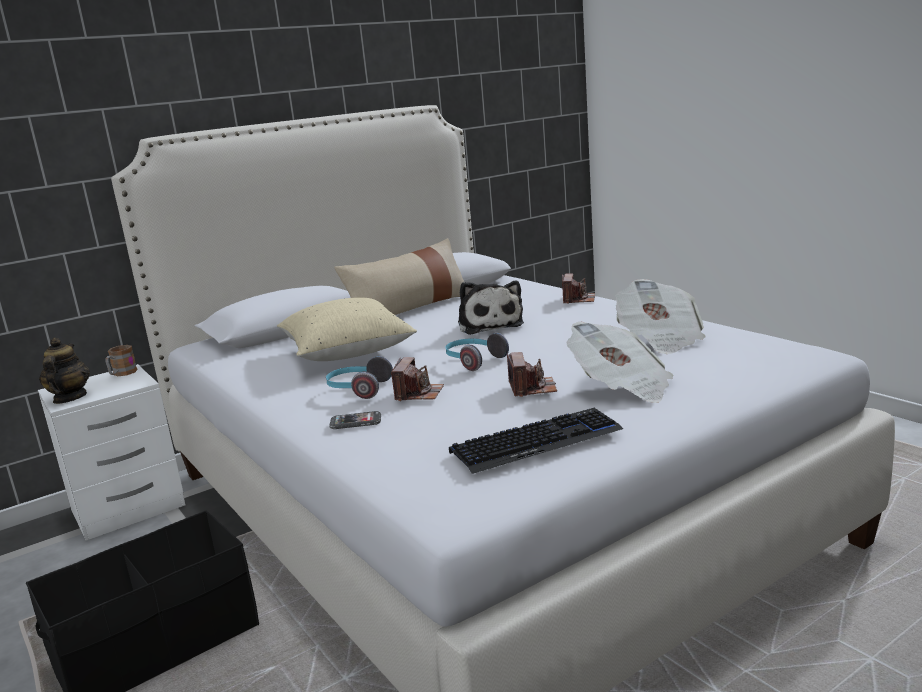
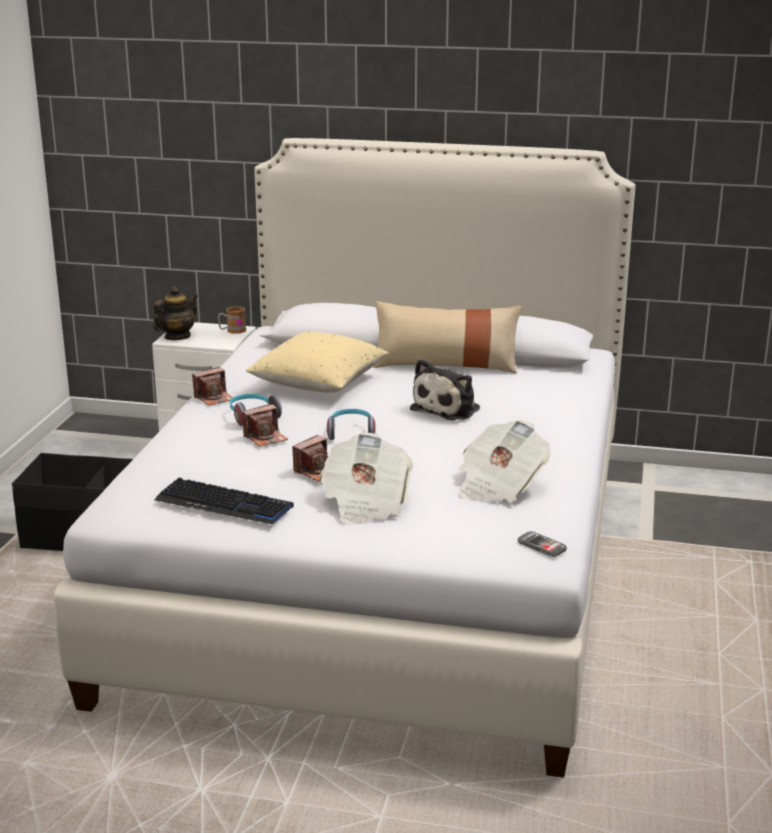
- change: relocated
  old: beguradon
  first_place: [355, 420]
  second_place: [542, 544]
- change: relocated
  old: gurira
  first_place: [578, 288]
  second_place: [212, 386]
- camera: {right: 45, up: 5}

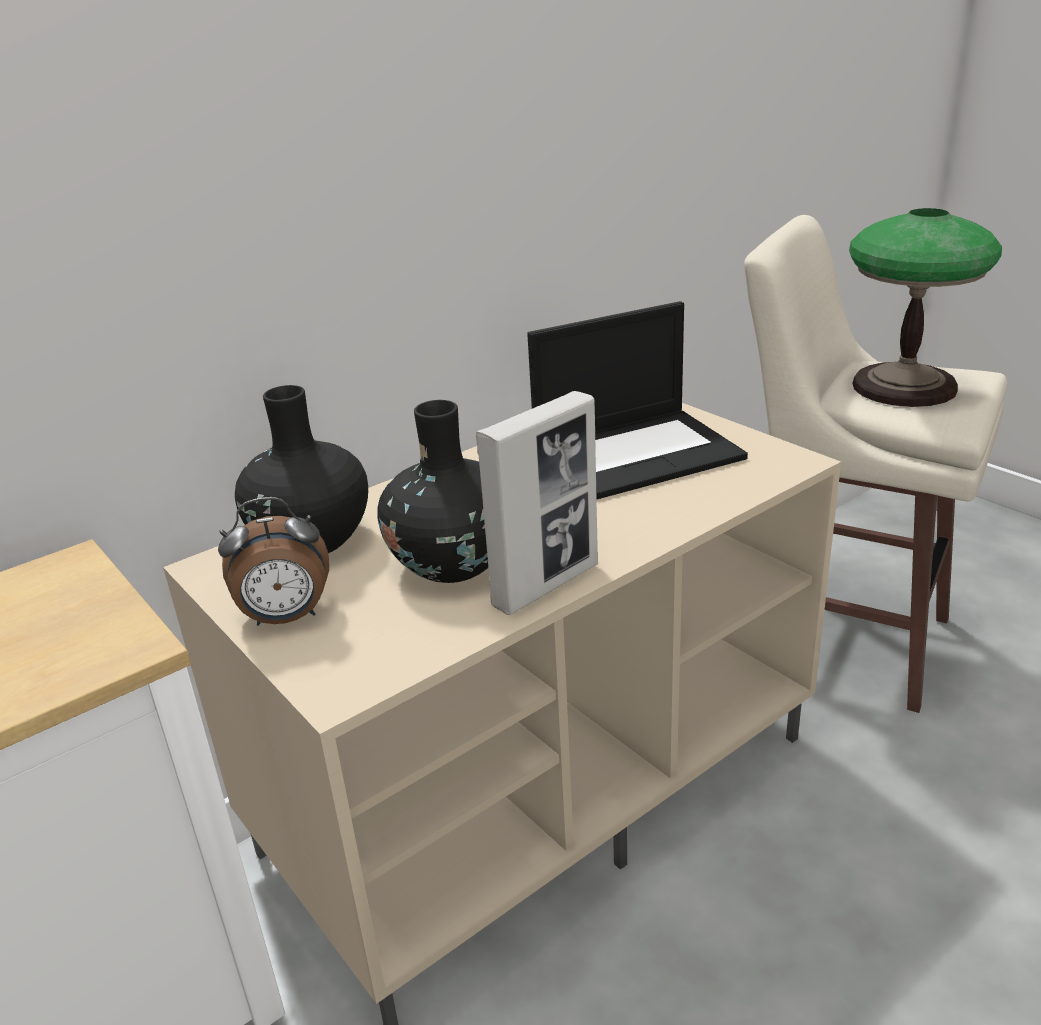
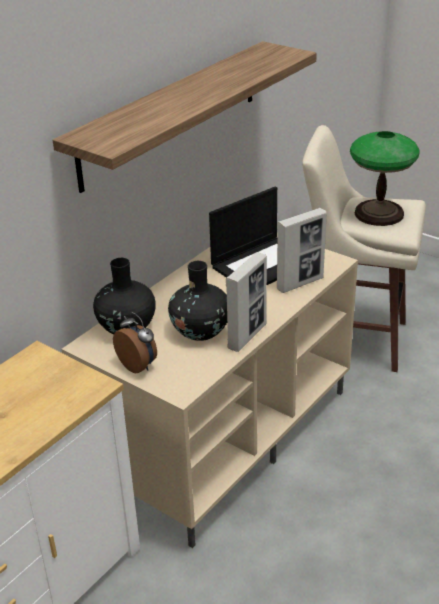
- change: spun
  old: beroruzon
  first_place: [273, 561]
  second_place: [135, 342]
  degrees: -105
- change: appeared
  new: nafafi
  second_place: [185, 117]
- change: appeared
  new: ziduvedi
  second_place: [302, 250]
- camera: {right: -15, up: 5}

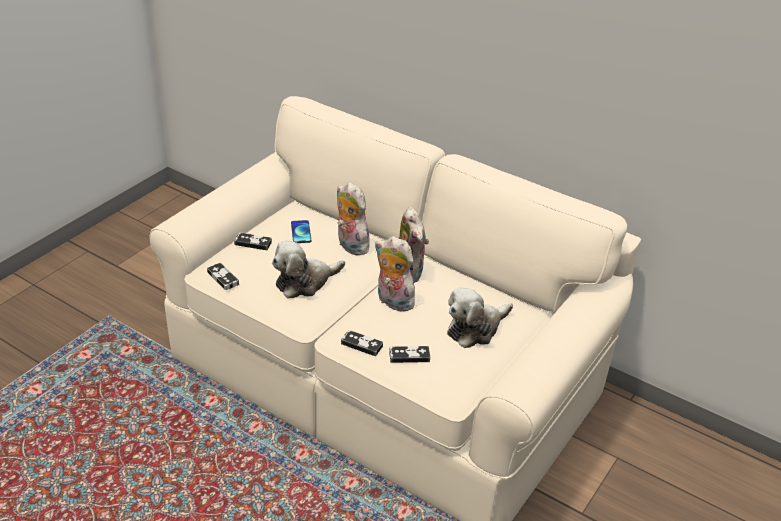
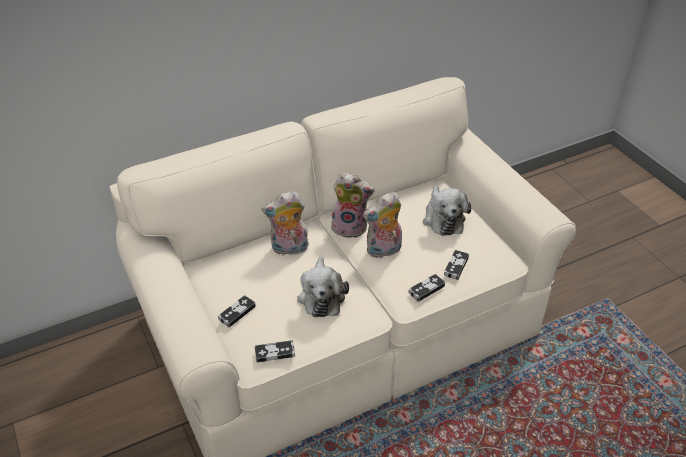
- change: missing
  old: beguradon
  first_place: [301, 231]
- camera: {right: -60, up: 5}

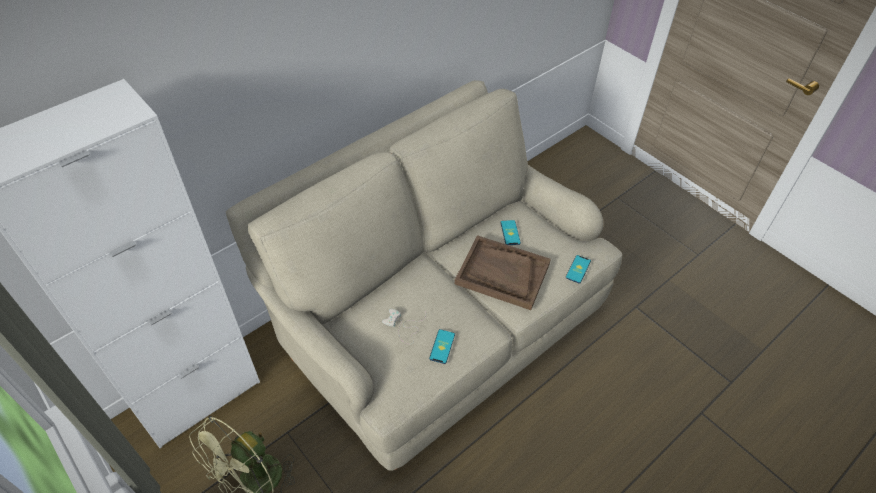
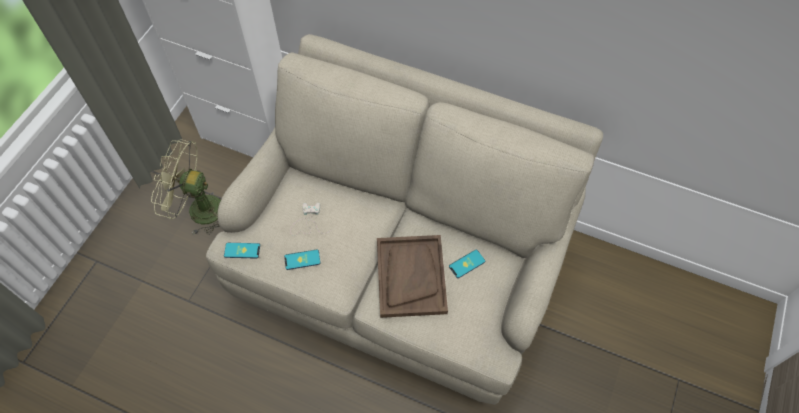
- change: relocated
  old: beguradon
  first_place: [578, 269]
  second_place: [242, 251]
- camera: {right: 65, up: 10}

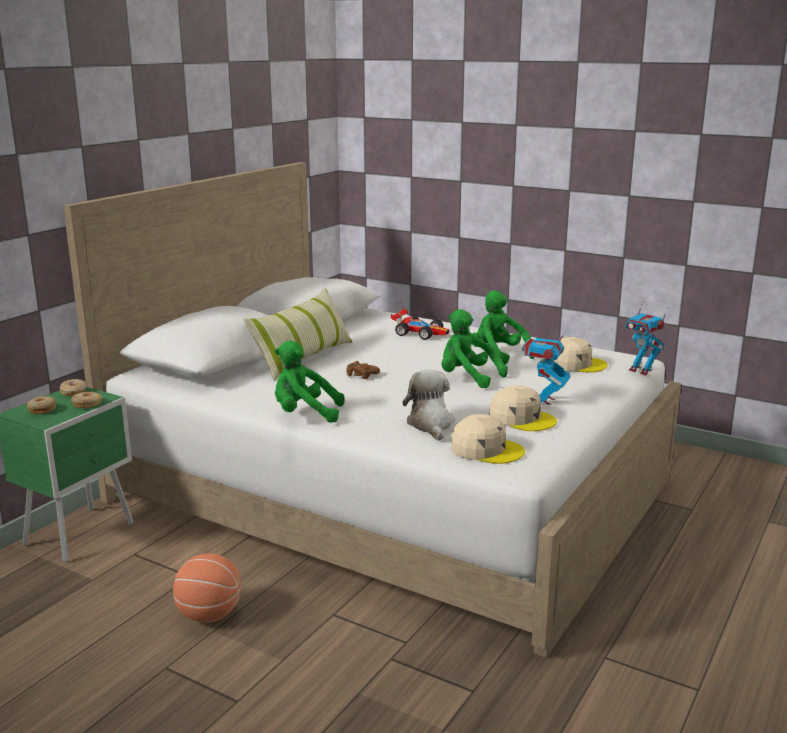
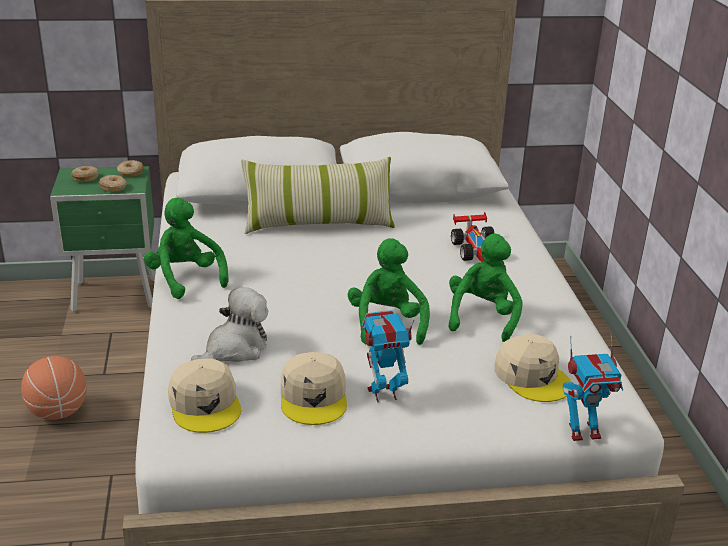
- change: missing
  old: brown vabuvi
  first_place: [363, 370]
- change: spun
  old: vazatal
  first_place: [646, 337]
  second_place: [593, 387]
  degrees: -105
- camera: {right: 50, up: 10}

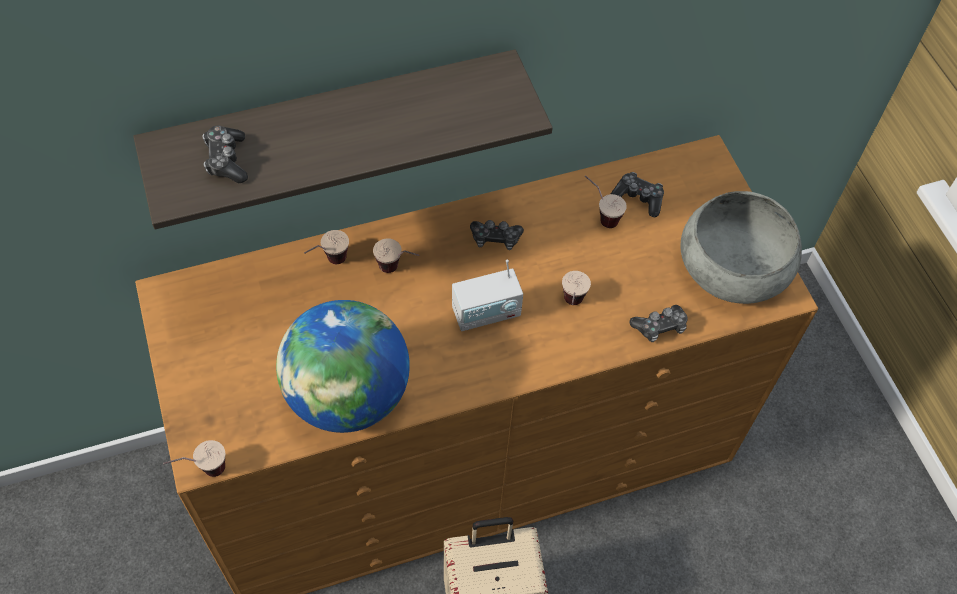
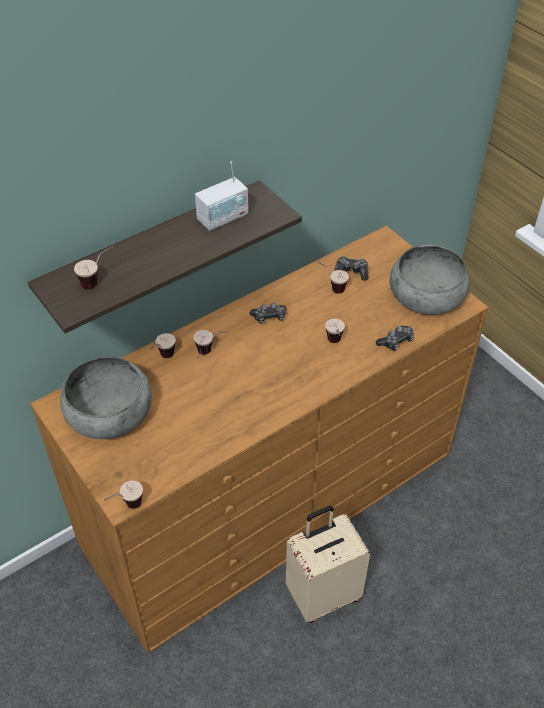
- change: exchanged
  old: vabuvi
  new: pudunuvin
  first_place: [225, 154]
  second_place: [93, 267]
- change: missing
  old: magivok
  first_place: [343, 366]
- change: relocated
  old: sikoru
  first_place: [487, 295]
  second_place: [222, 196]
- change: appeared
  new: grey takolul
  second_place: [106, 398]
- camera: {right: -15, up: -10}

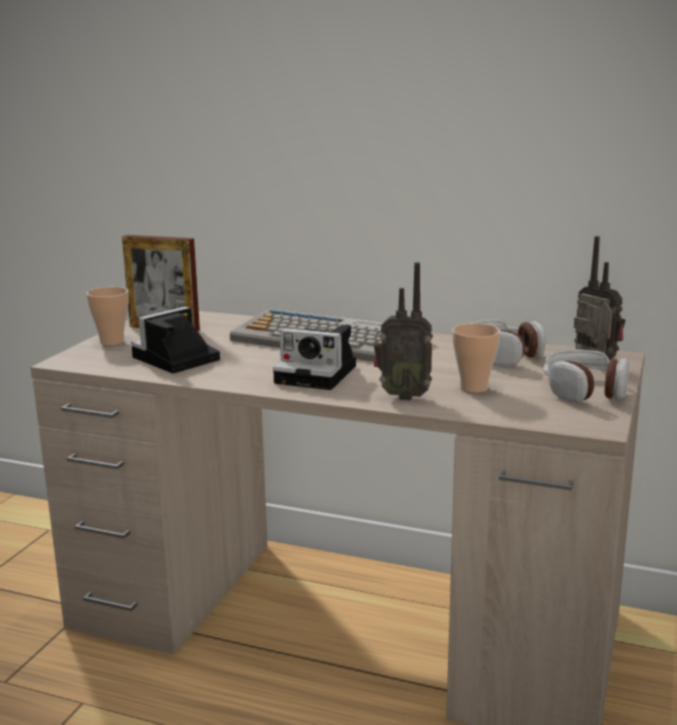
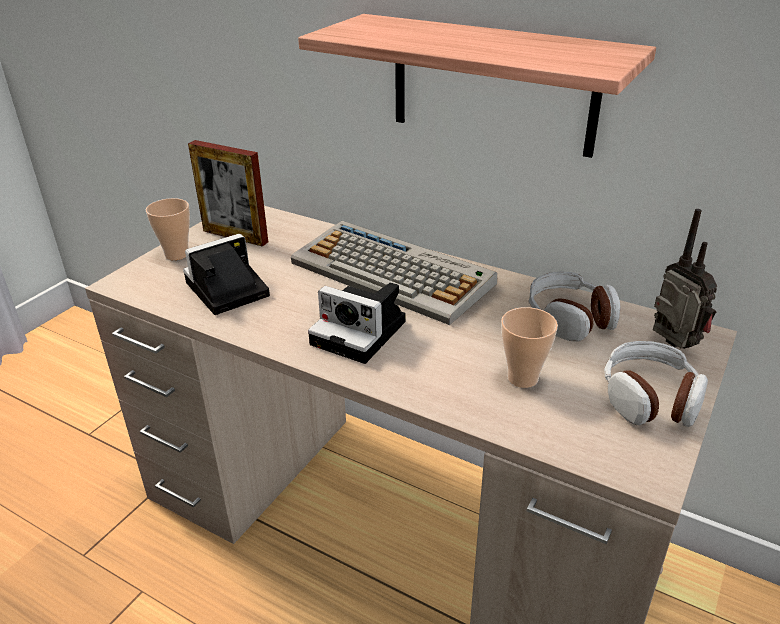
- change: missing
  old: sikoru
  first_place: [403, 331]
- change: appeared
  new: nafafi
  second_place: [477, 86]
- camera: {right: 10, up: 15}

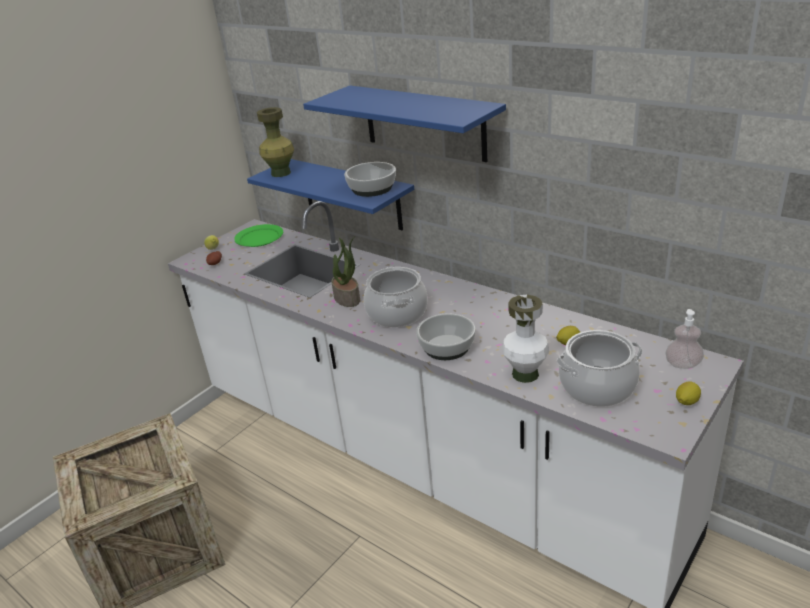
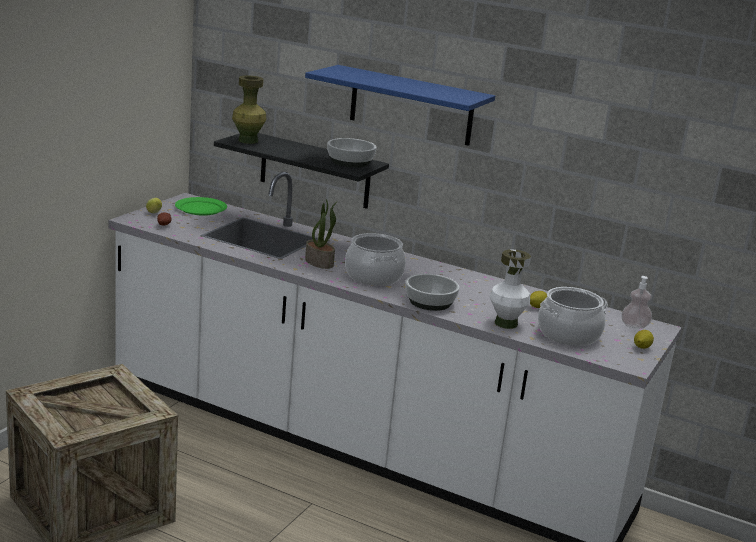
- change: colour
  old: blue nafafi
  new: black nafafi
  first_place: [330, 194]
  second_place: [301, 171]
- camera: {right: -15, up: -10}

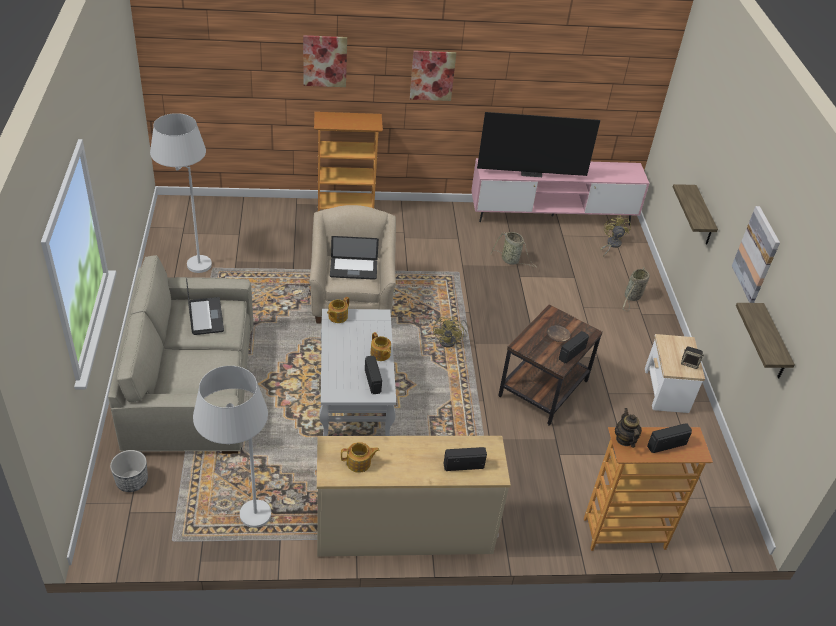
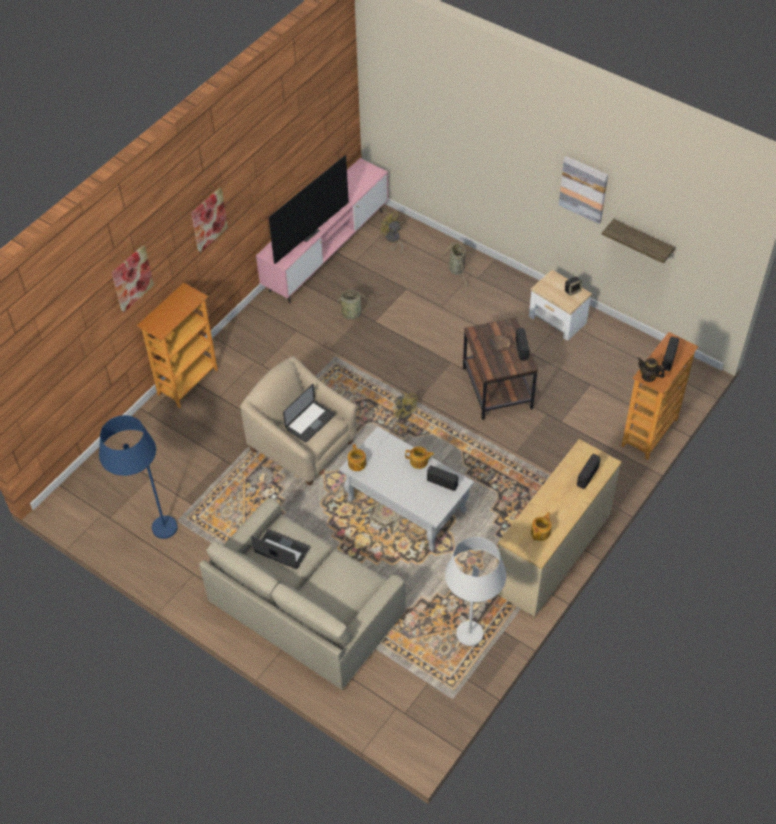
- change: missing
  old: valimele
  first_place: [129, 471]
- change: colour
  old: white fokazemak
  new: blue fokazemak
  first_place: [181, 193]
  second_place: [138, 477]
- change: missing
  old: nafafi
  first_place: [695, 214]
- camera: {right: -45, up: 10}

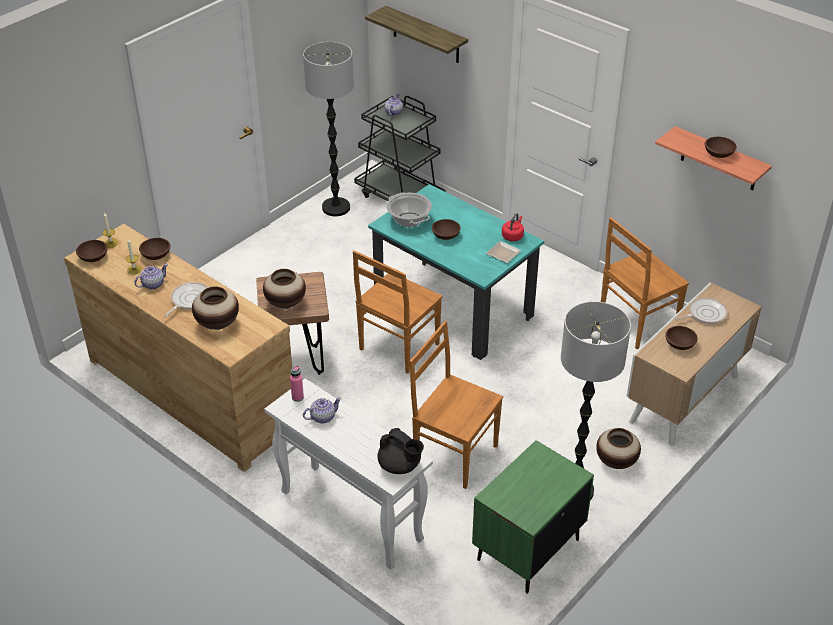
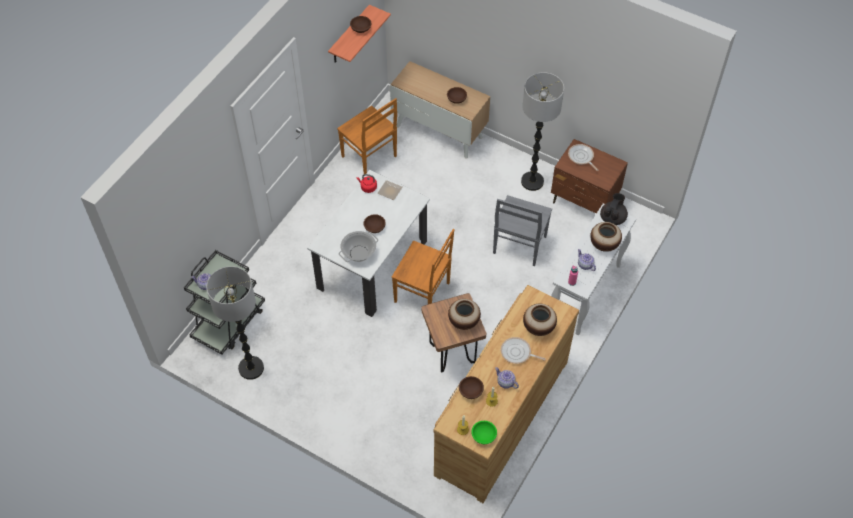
- change: colour
  old: brown takolul
  new: green takolul
  first_place: [92, 251]
  second_place: [484, 432]
- change: missing
  old: nafafi
  first_place: [416, 34]
- change: colour
  old: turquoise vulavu
  new: white vulavu
  first_place: [456, 272]
  second_place: [368, 243]
- change: colour
  old: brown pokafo
  new: grey pokafo
  first_place: [456, 405]
  second_place: [522, 230]
- change: colour
  old: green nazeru
  new: brown nazeru
  first_place: [533, 517]
  second_place: [589, 176]
- change: relocated
  old: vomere
  first_place: [618, 448]
  second_place: [606, 237]
- change: relocated
  old: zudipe
  first_place: [701, 310]
  second_place: [583, 157]
- camera: {right: -100, up: 15}

